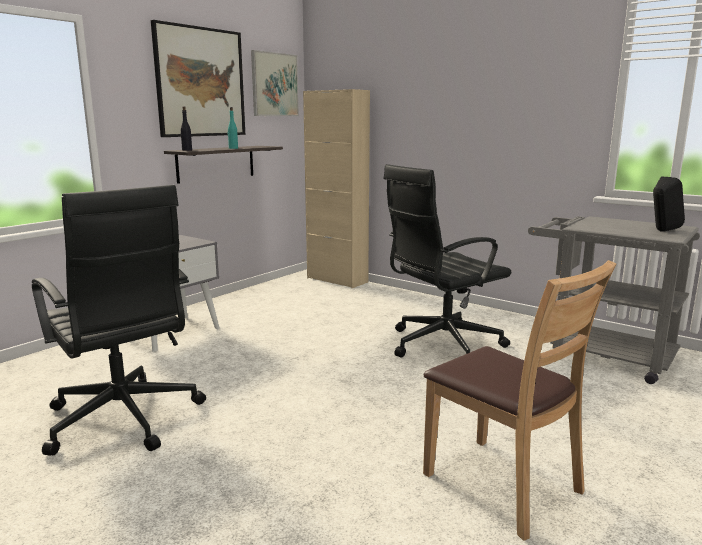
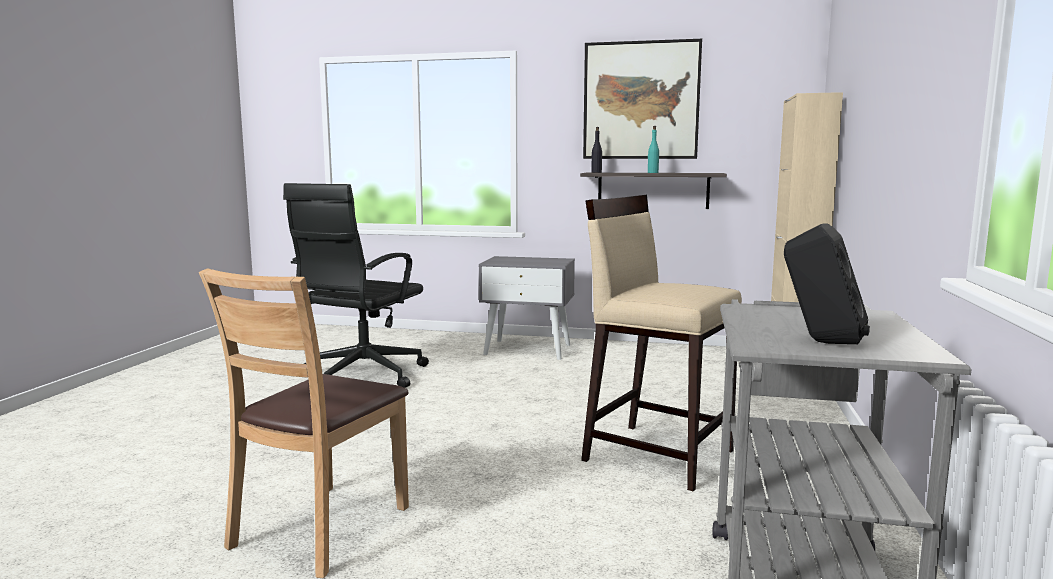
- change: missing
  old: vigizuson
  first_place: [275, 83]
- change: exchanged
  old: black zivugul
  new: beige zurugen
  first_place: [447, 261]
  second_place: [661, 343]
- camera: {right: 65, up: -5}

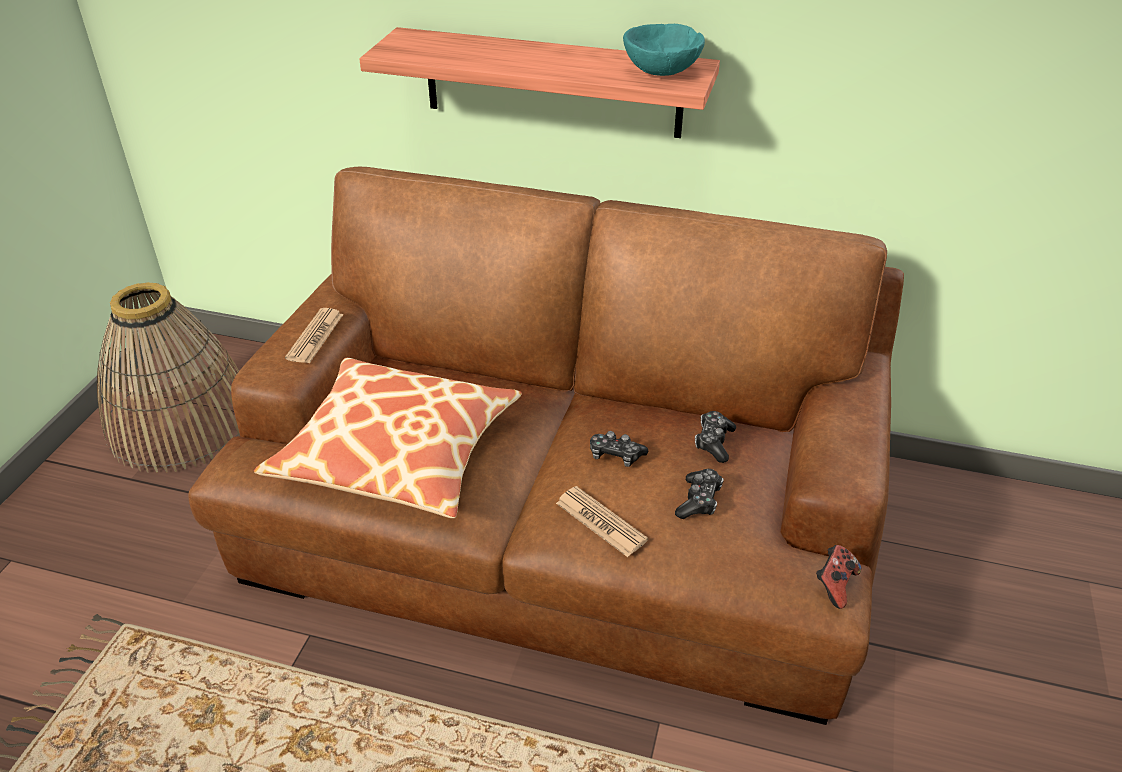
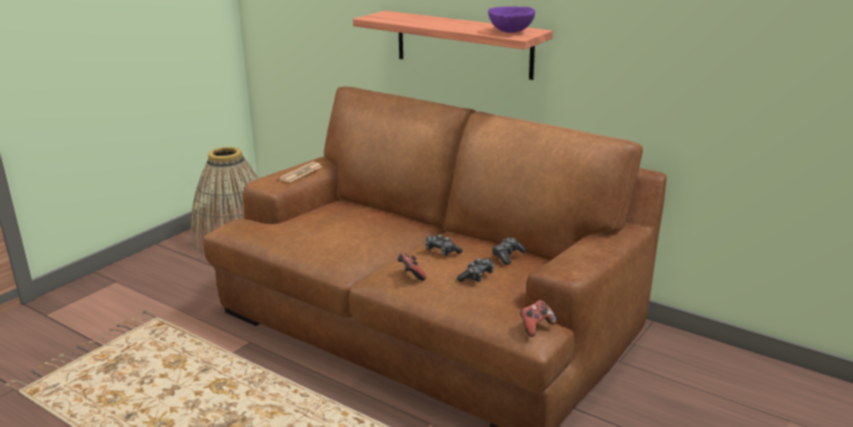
- change: missing
  old: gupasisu
  first_place: [388, 438]
- change: exchanged
  old: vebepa
  new: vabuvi
  first_place: [602, 521]
  second_place: [411, 267]
- change: colour
  old: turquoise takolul
  new: purple takolul
  first_place: [664, 50]
  second_place: [511, 19]
- camera: {right: 20, up: -15}

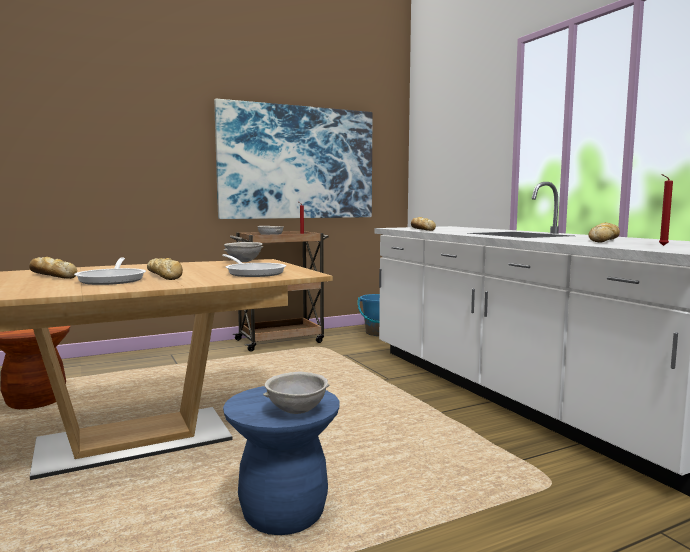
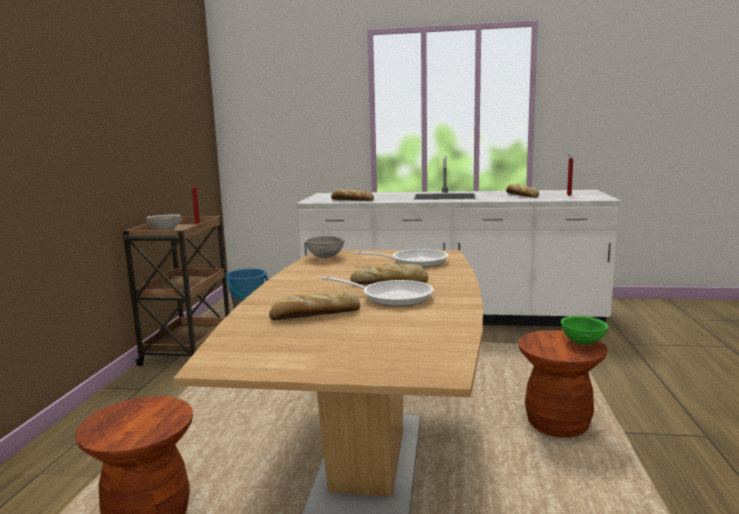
- change: missing
  old: vigizuson
  first_place: [293, 159]
- change: colour
  old: blue zurugen
  new: brown zurugen
  first_place: [281, 460]
  second_place: [563, 384]
- change: colour
  old: grey takolul
  new: green takolul
  first_place: [296, 393]
  second_place: [585, 330]
- camera: {right: -55, up: 5}

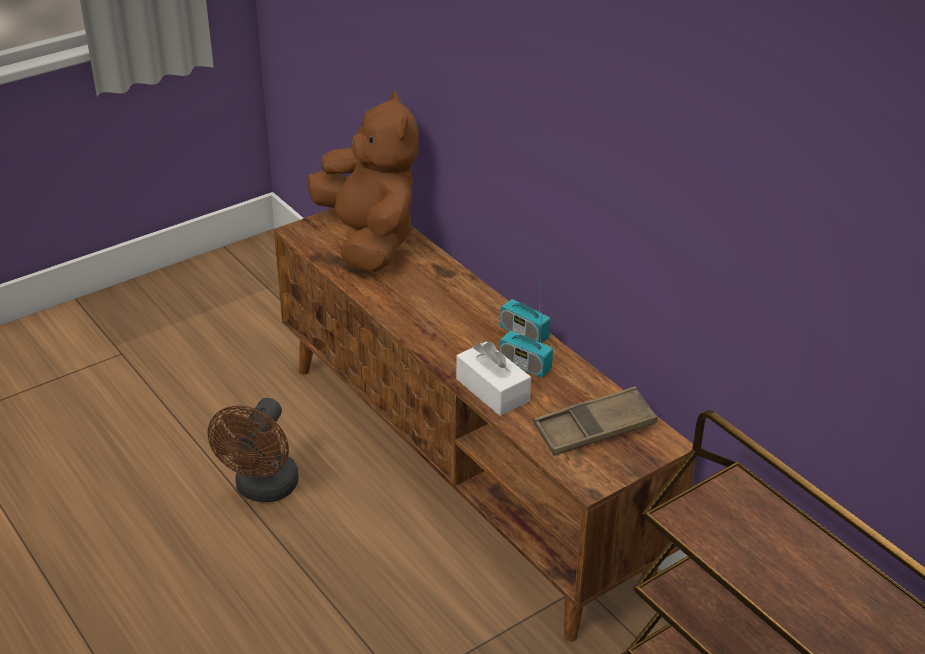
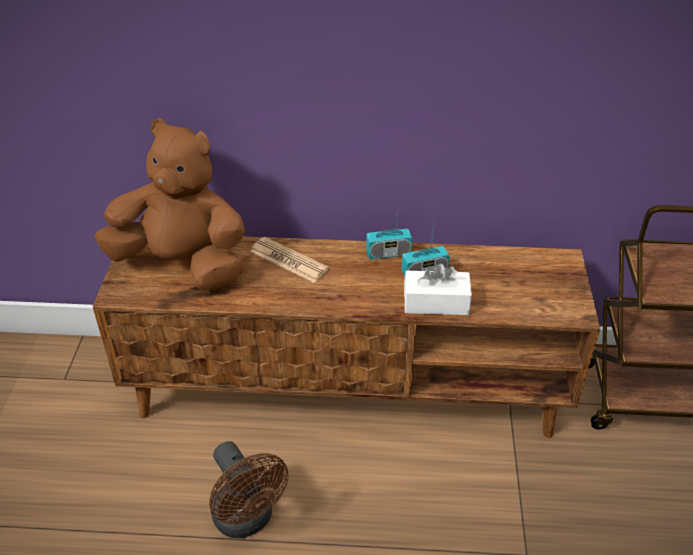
- change: missing
  old: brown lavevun
  first_place: [595, 420]
- change: appeared
  new: vebepa
  second_place: [289, 260]
- camera: {right: -50, up: 5}

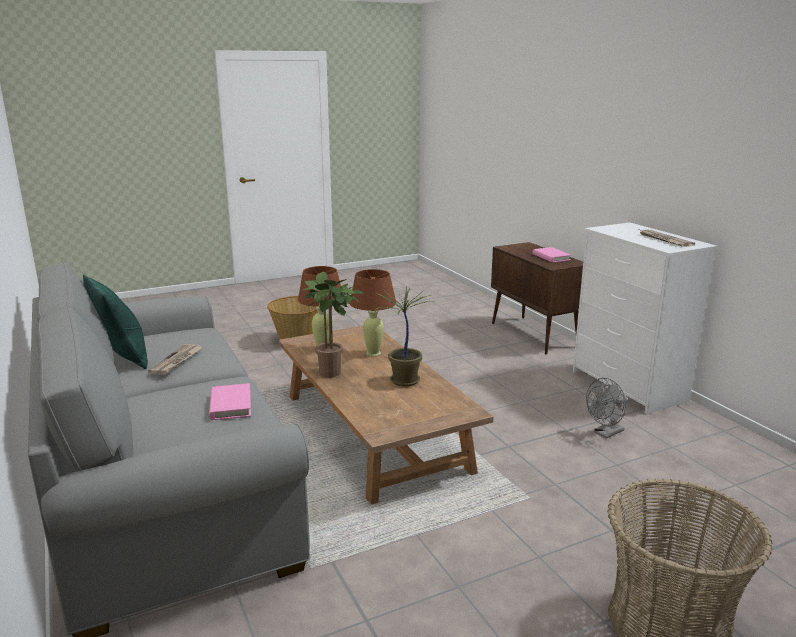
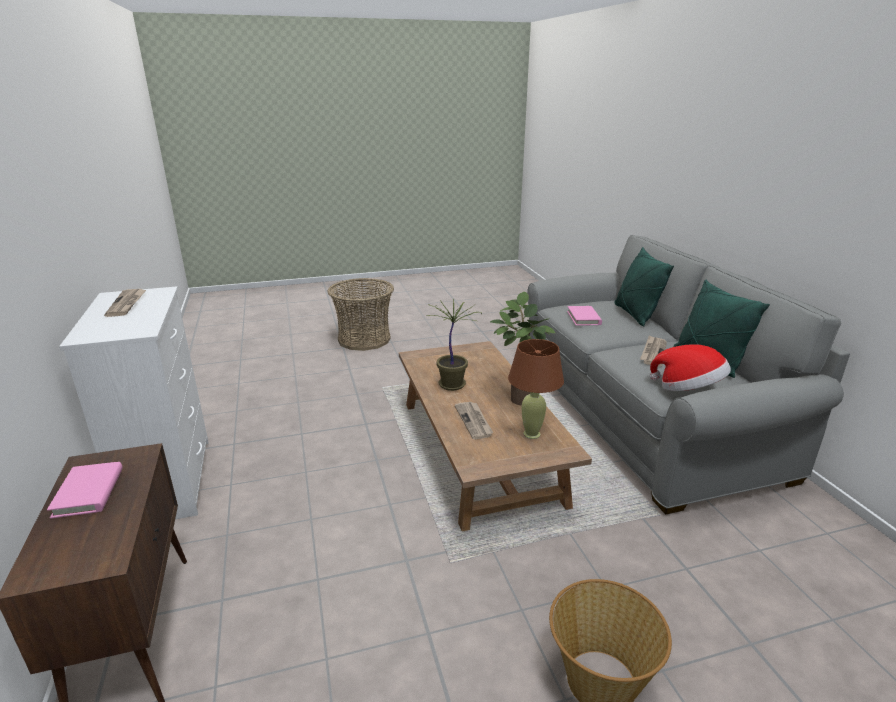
- change: exchanged
  old: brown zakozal
  new: vebepa
  first_place: [373, 313]
  second_place: [474, 420]
- change: missing
  old: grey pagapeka
  first_place: [606, 408]
- change: appeared
  new: green gupasisu
  second_place: [644, 287]
- change: appeared
  new: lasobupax
  second_place: [690, 367]
- camera: {right: -170, up: 5}

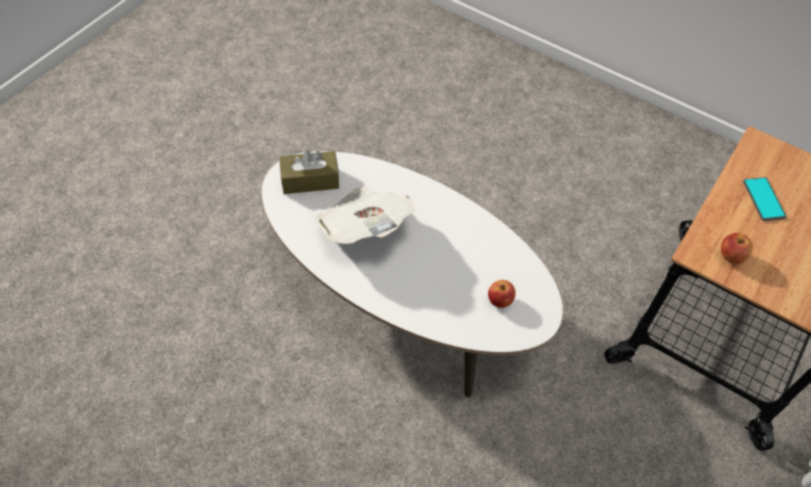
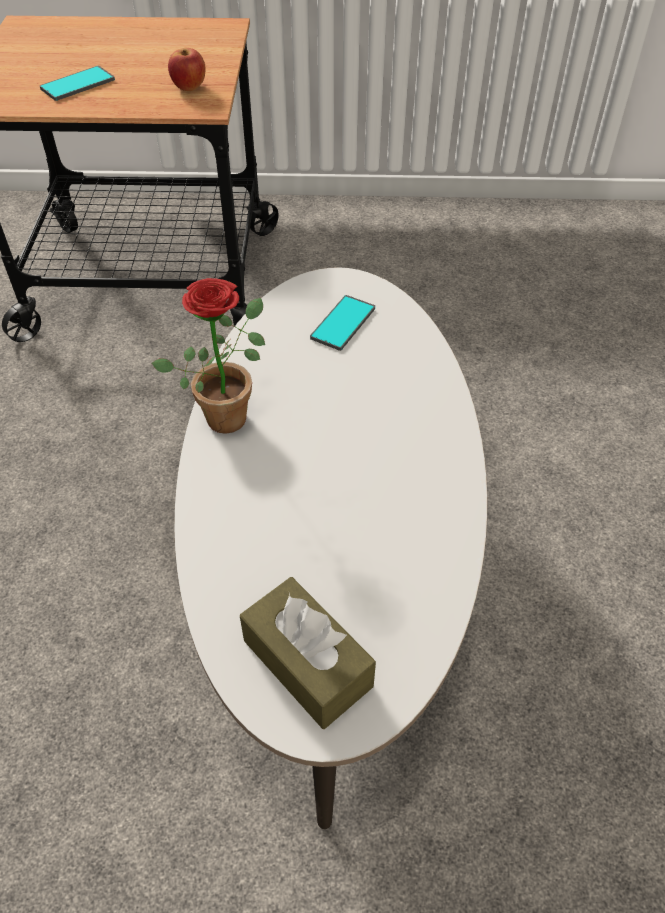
- change: missing
  old: vebepa
  first_place: [366, 215]
- change: exchanged
  old: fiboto
  new: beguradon
  first_place: [502, 294]
  second_place: [342, 323]
- change: appeared
  new: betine
  second_place: [208, 356]
- camera: {right: -120, up: -5}

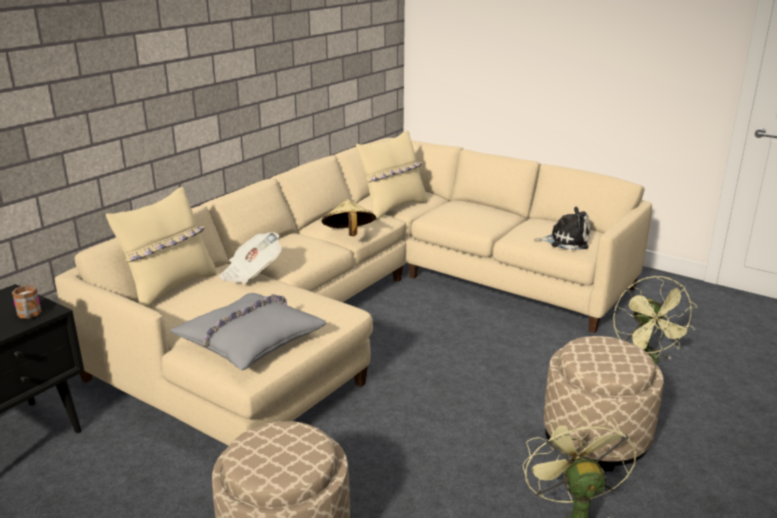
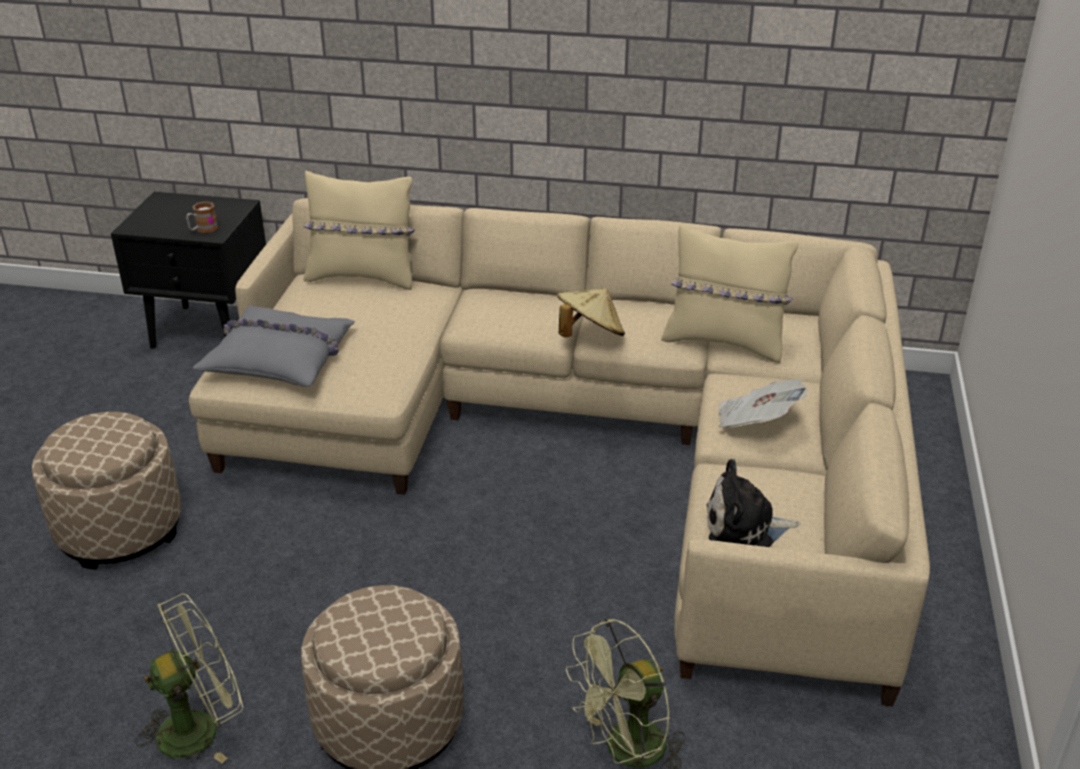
- change: relocated
  old: vebepa
  first_place: [250, 258]
  second_place: [763, 403]
- change: spun
  old: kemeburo
  first_place: [562, 228]
  second_place: [753, 503]
  degrees: 105
- camera: {right: 65, up: 10}

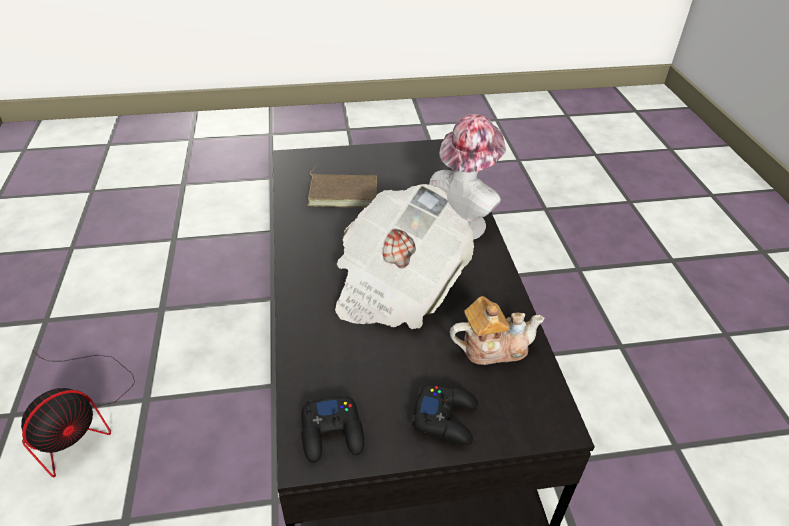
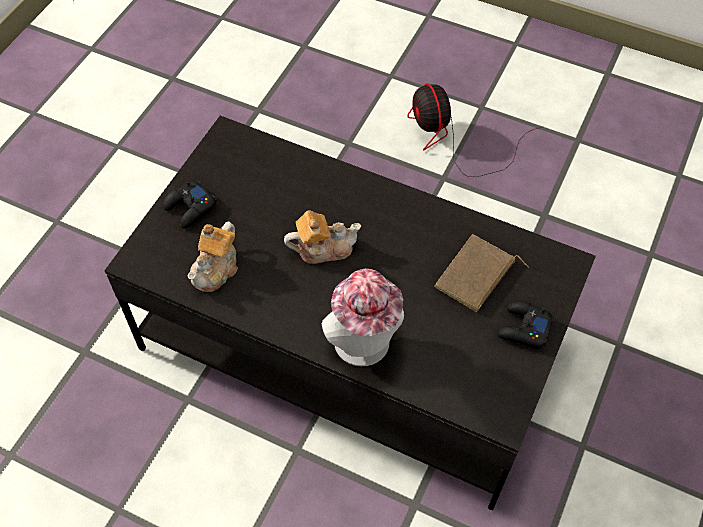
- change: relocated
  old: black vabuvi
  first_place: [332, 428]
  second_place: [525, 324]
- change: exchanged
  old: vebepa
  new: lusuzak
  first_place: [404, 256]
  second_place: [322, 237]
- camera: {right: 125, up: 15}

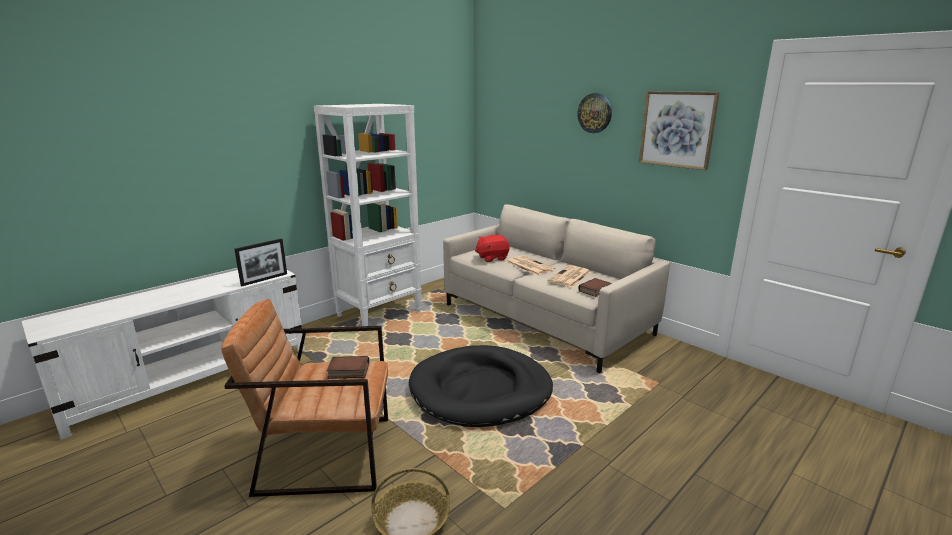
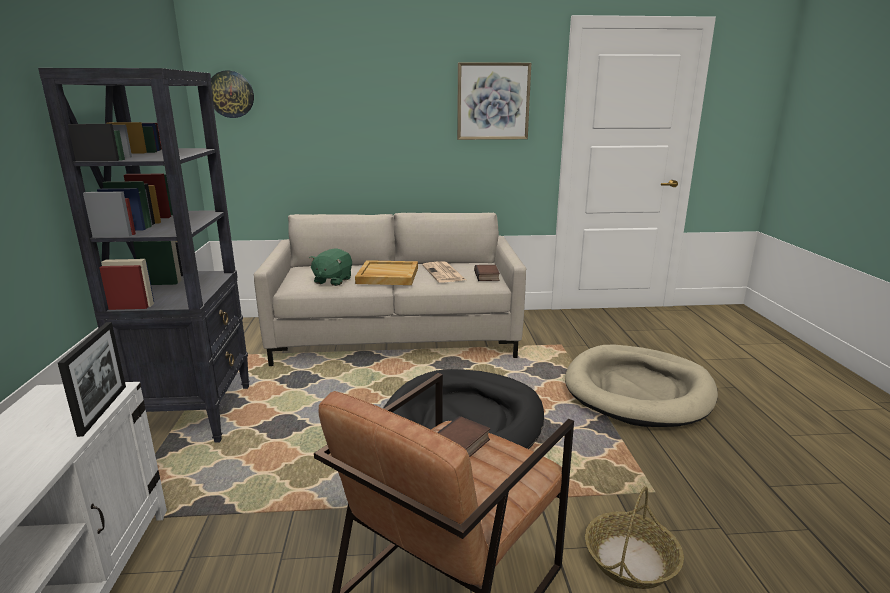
- change: colour
  old: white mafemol
  new: black mafemol
  first_place: [368, 218]
  second_place: [144, 255]
- change: colour
  old: red kemeburo
  new: green kemeburo
  first_place: [492, 248]
  second_place: [330, 267]
- change: exchanged
  old: vebepa
  new: beige lavevun
  first_place: [530, 266]
  second_place: [386, 272]
- change: relocated
  old: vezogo
  first_place: [594, 113]
  second_place: [232, 94]
- change: appeared
  new: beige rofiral
  second_place: [641, 386]
- camera: {right: -50, up: 0}

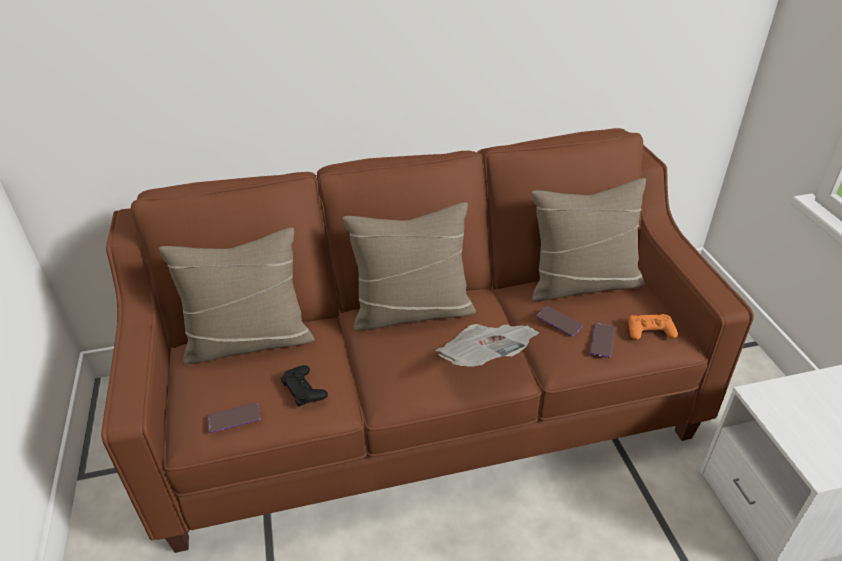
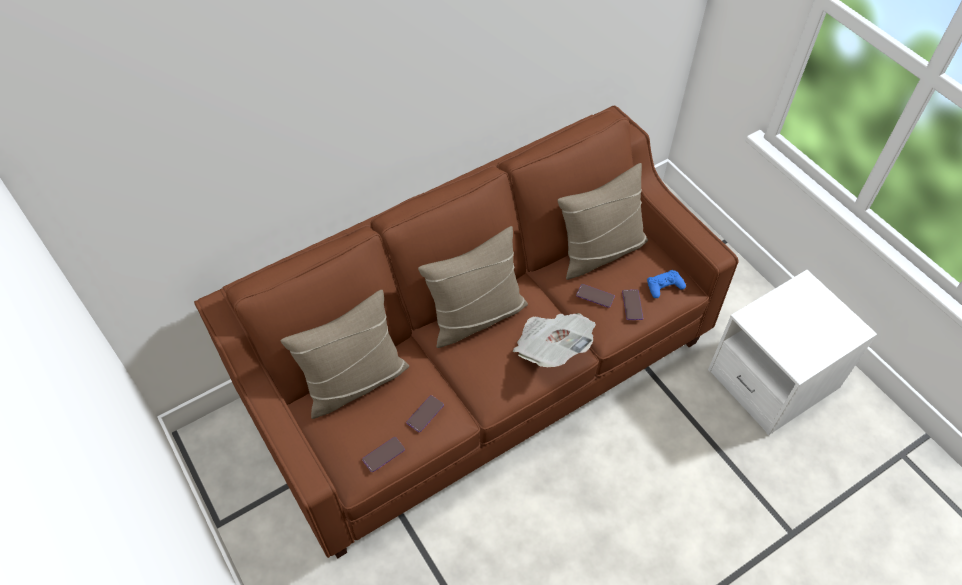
- change: exchanged
  old: black vabuvi
  new: beguradon
  first_place: [304, 386]
  second_place: [425, 413]
- change: colour
  old: orange vabuvi
  new: blue vabuvi
  first_place: [653, 327]
  second_place: [666, 284]
- camera: {right: -20, up: 15}

